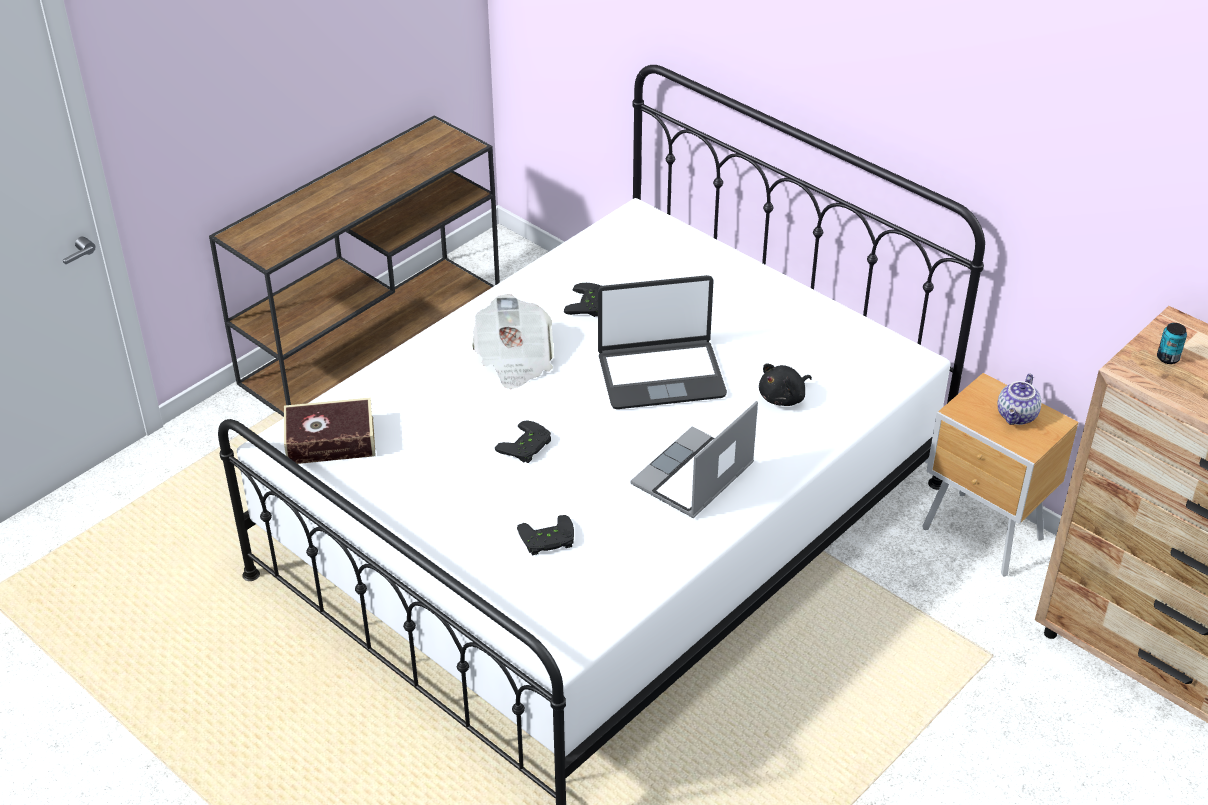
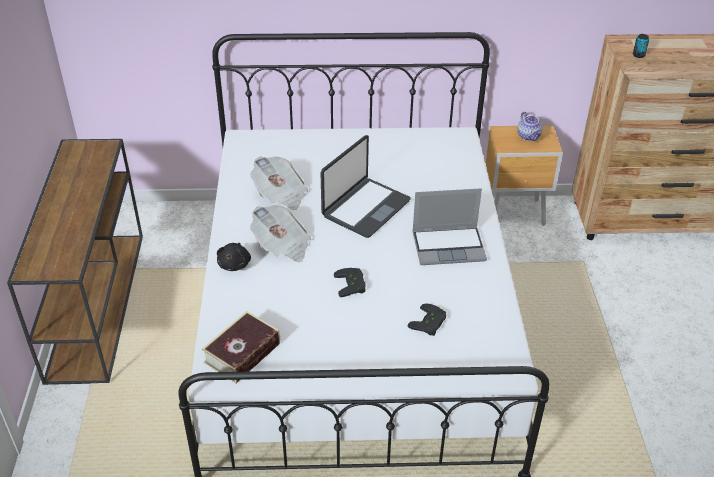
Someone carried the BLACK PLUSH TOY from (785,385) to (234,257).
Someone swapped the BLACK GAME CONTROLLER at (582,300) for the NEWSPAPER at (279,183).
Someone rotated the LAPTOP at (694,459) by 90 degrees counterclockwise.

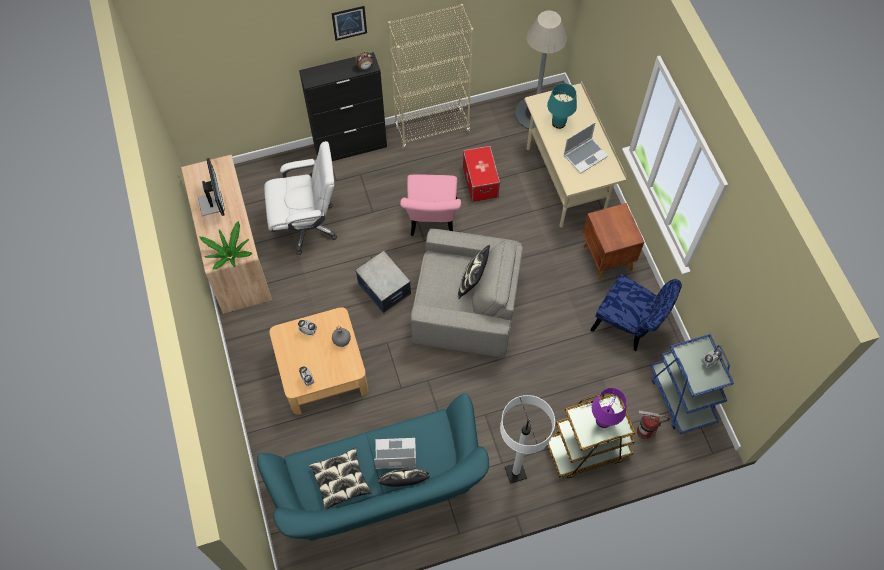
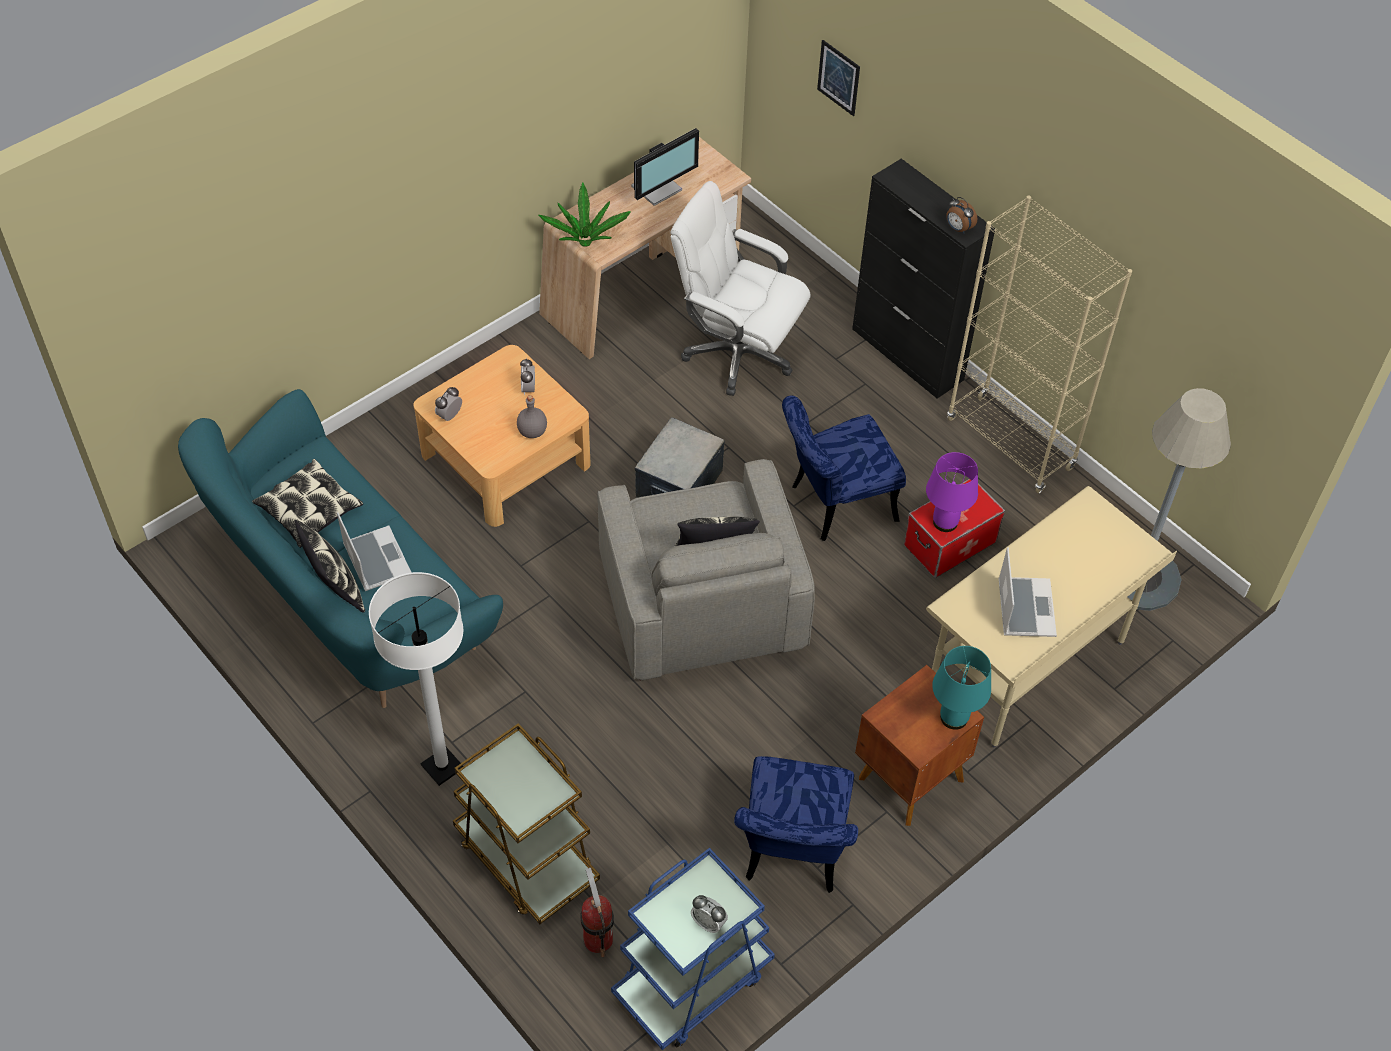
Someone carried the PICTURE from (349,23) to (838,78).
Someone carried the TURQUOISE TABLE LAMP from (562,106) to (961,688).
Someone carried the PURPLE TABLE LAMP from (609,408) to (952,492).
Someone repainted the PINK CHAIR at (430,205), which became the BLUE CHAIR at (844,468).
Someone rotated the WHITE OFFICE CHAIR at (300,198) by 150 degrees clockwise.
Someone rotated the LAPTOP at (586,148) by 120 degrees counterclockwise.

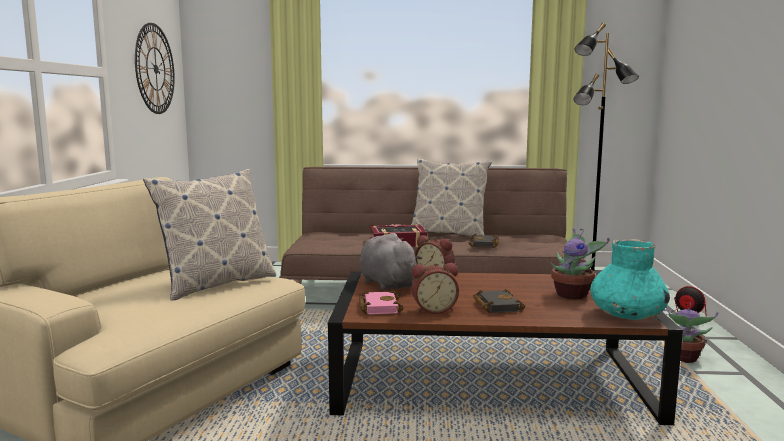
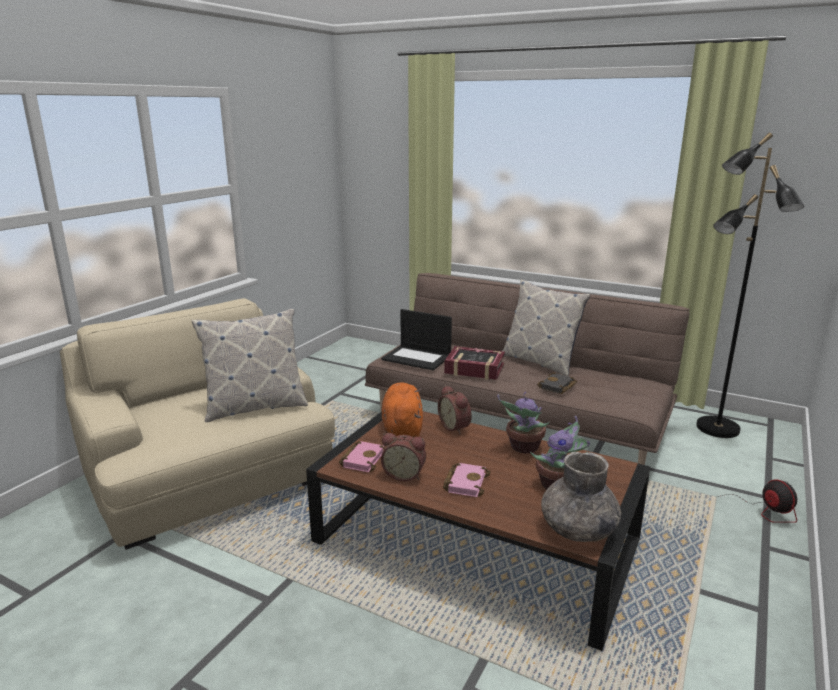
Someone took away the WALL CLOCK at (155,68).
Someone put down the LAPTOP at (416,339).
Someone carried the POTTED PLANT from (692,332) to (523,422).
Someone repainted the GREY PLUSH TOY at (390,261), which became the ORANGE PLUSH TOY at (402,409).
Someone repainted the BLACK BOOK at (499,301), which became the PINK BOOK at (467,480).
Someone repainted the TURQUOISE VASE at (630,279), which became the GREY VASE at (581,497).

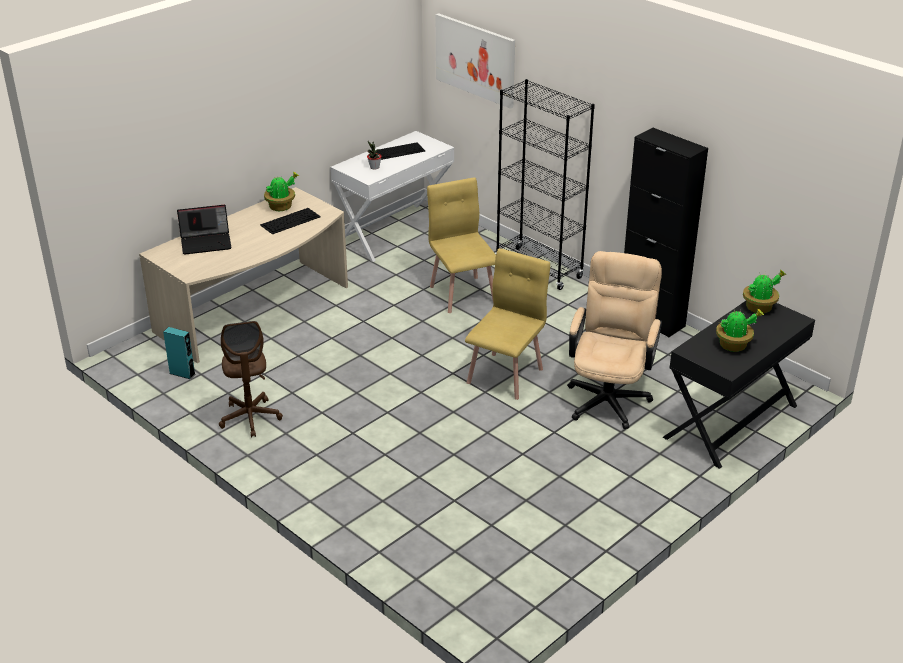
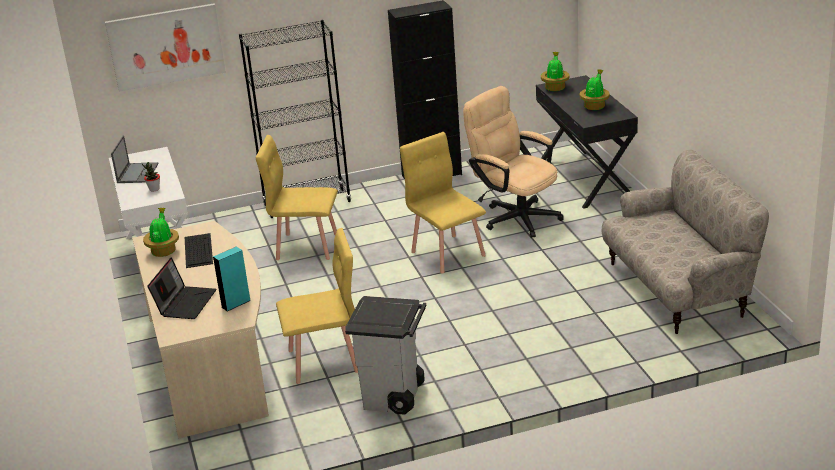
Someone put down the YELLOW CHAIR at (317,306).
Someone put down the BEIGE SOFA at (685,242).
Someone carried the TURQUOISE SPEAKER from (179,353) to (232,279).
Someone swapped the BROWN OFFICE CHAIR at (251,379) for the GREY TRASH CAN at (385,355).
Someone swapped the KEYBOARD at (401,151) for the LAPTOP at (135,159).

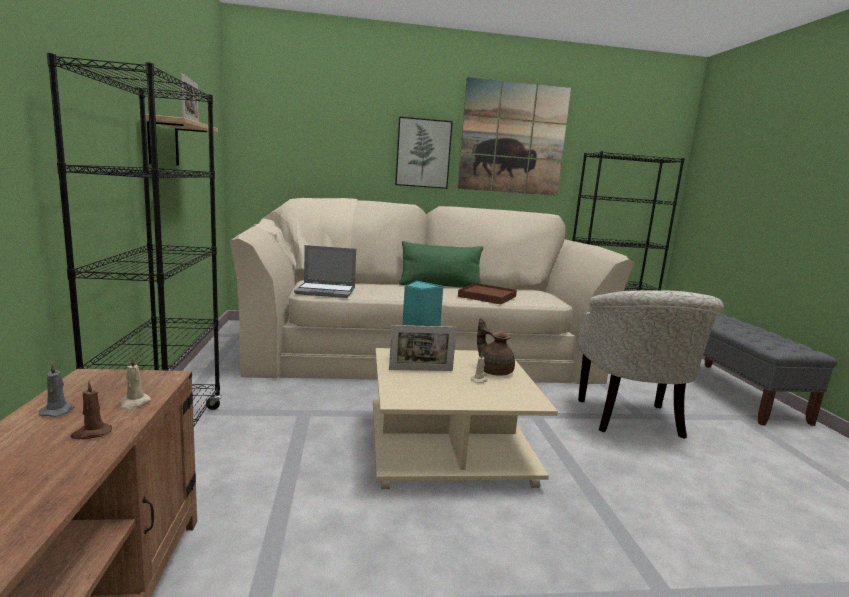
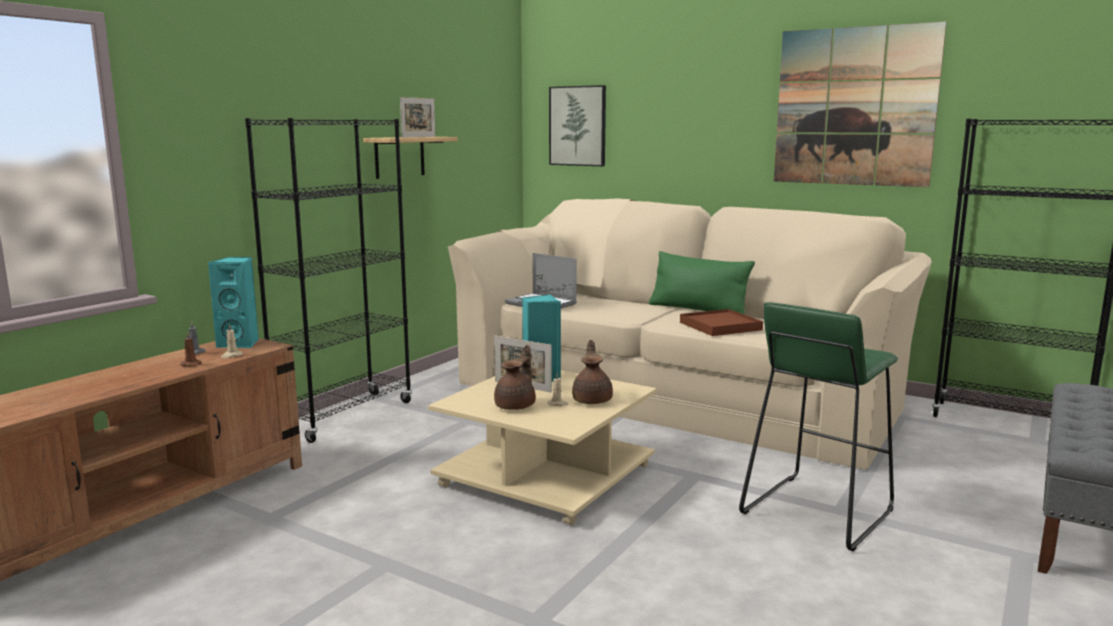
Someone put down the TURQUOISE SPEAKER at (233,302).
Someone put down the BROWN TEAPOT at (515,377).
Someone carried the PICTURE from (424,152) to (577,125).
Someone swapped the BEIGE ARMCHAIR at (651,364) for the GREEN STOOL at (818,426).

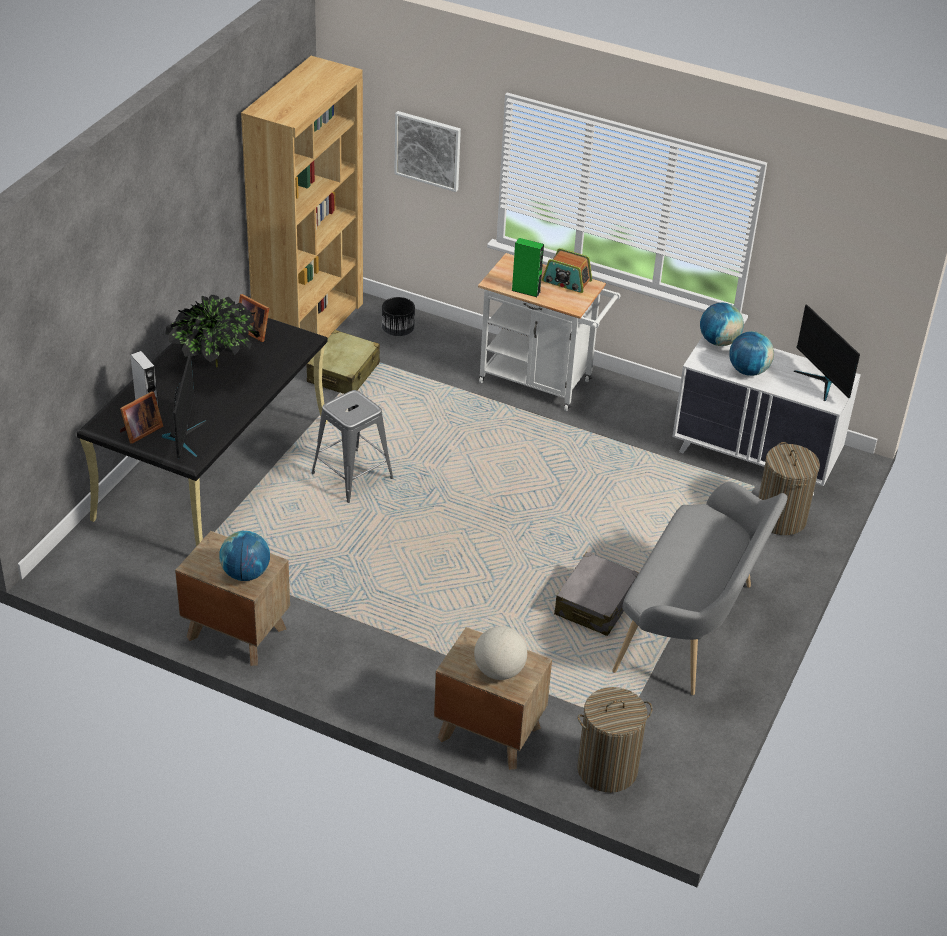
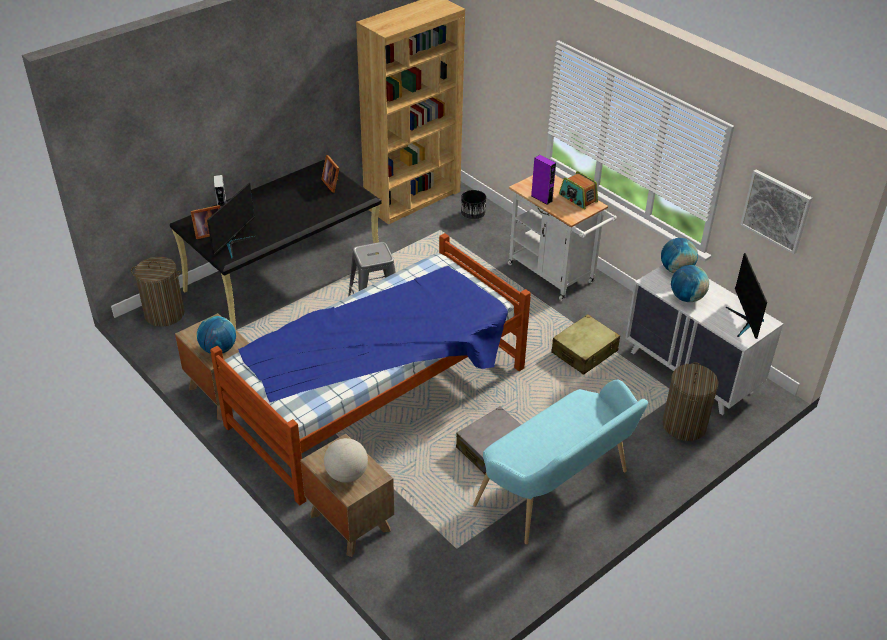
Someone took away the POTTED PLANT at (212,331).
Someone put down the BED at (370,369).
Someone carried the BEIGE SUITCASE from (343,362) to (585,344).
Someone carried the PICTURE from (427,151) to (776,211).
Someone carried the LAUNDRY BASKET from (615,740) to (158,292).
Someone repainted the GREEN SPEAKER at (527,267), which became the PURPLE SPEAKER at (543,180).
Someone repainted the GREY BENCH at (699,588), which became the TURQUOISE BENCH at (560,462).

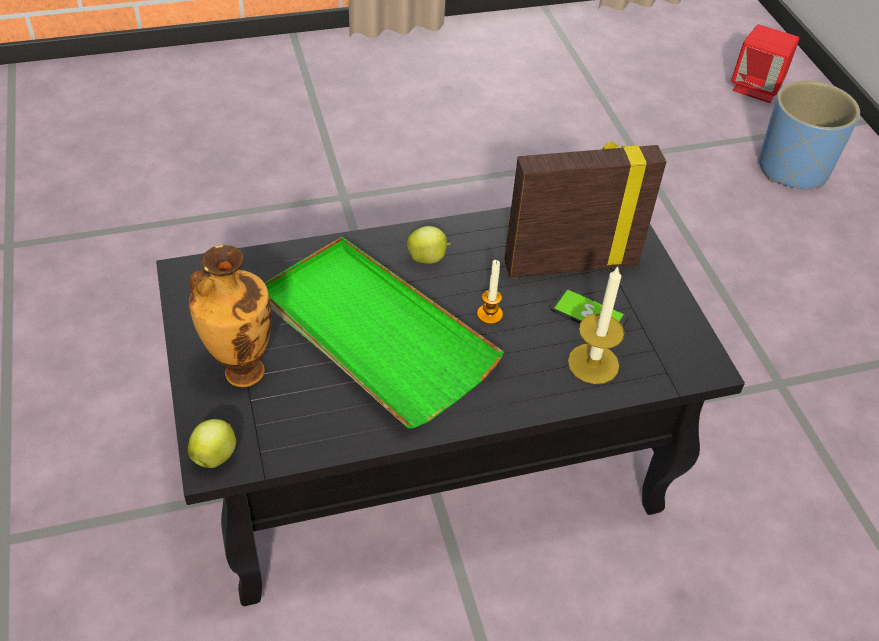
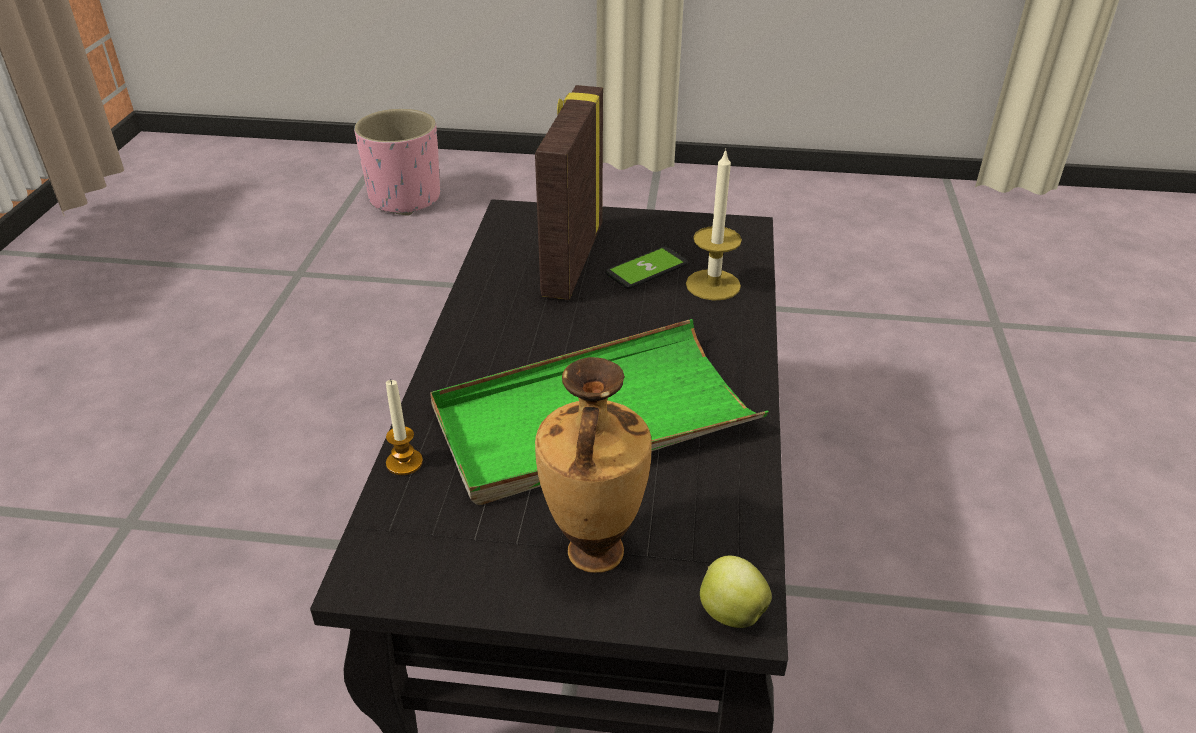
Someone took away the APPLE at (429,245).
Someone took away the RED SPEAKER at (765,63).
Someone carried the CANDLE from (490,292) to (404,427).
Someone repainted the BLUE PLANTER at (809,134), which became the PINK PLANTER at (397,162).

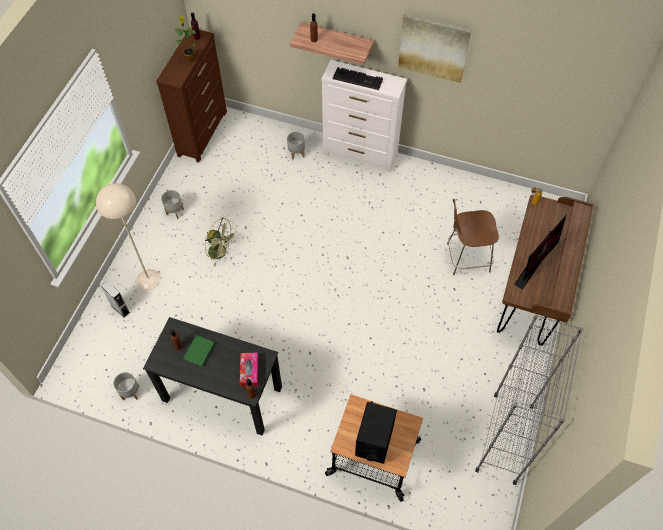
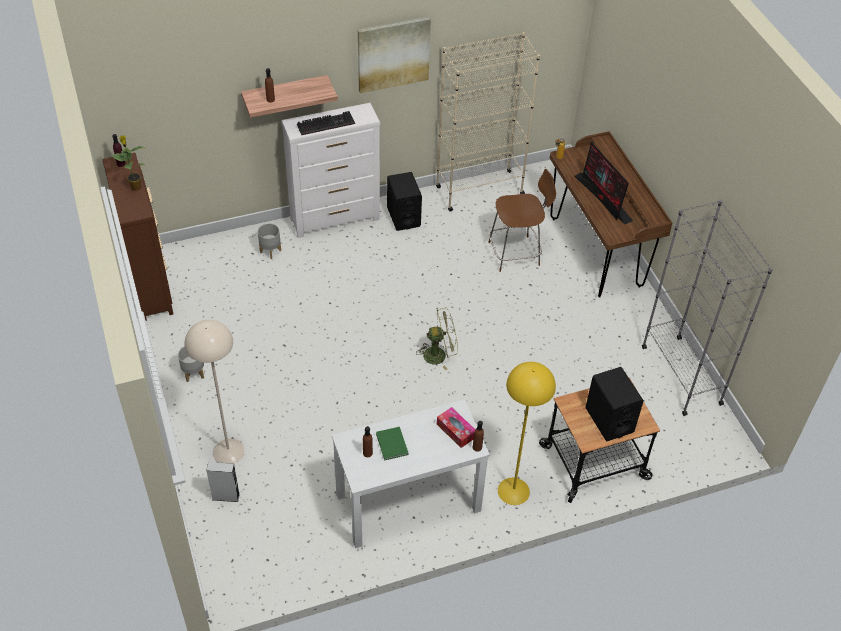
Someone took away the GREY PLANTER at (126,386).
Someone put down the BLACK SPEAKER at (404,201).
Someone put down the BEIGE BOOKCASE at (488,122).
Someone put down the YELLOW FLOOR LAMP at (527,433).
Someone carried the GREEN FAN from (221,242) to (437,338).
Someone repainted the BLACK DESK at (212,376), which became the WHITE DESK at (411,473).
Someone rotated the BROWN CHAIR at (473,237) by 150 degrees counterclockwise.
Someone rotated the MONITOR at (540,252) by 150 degrees clockwise.

